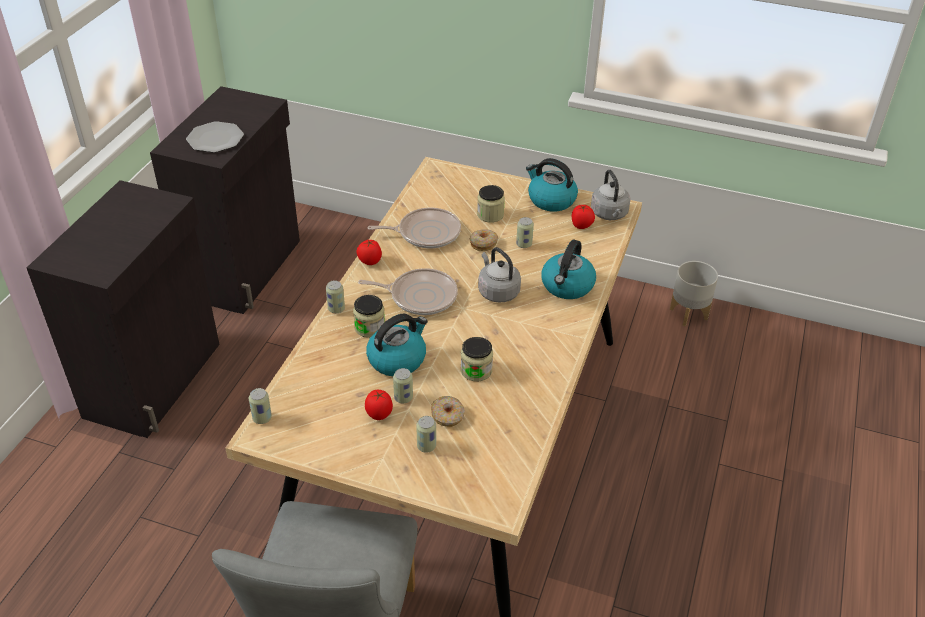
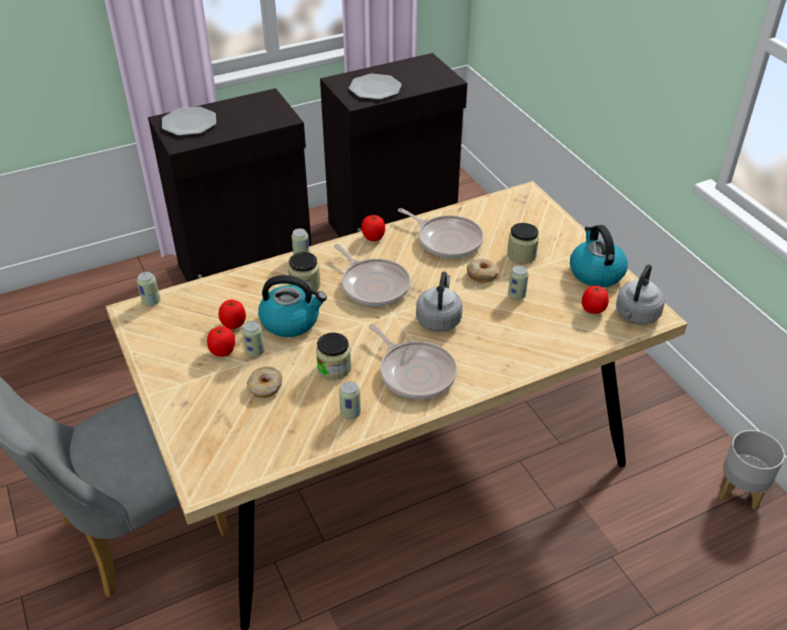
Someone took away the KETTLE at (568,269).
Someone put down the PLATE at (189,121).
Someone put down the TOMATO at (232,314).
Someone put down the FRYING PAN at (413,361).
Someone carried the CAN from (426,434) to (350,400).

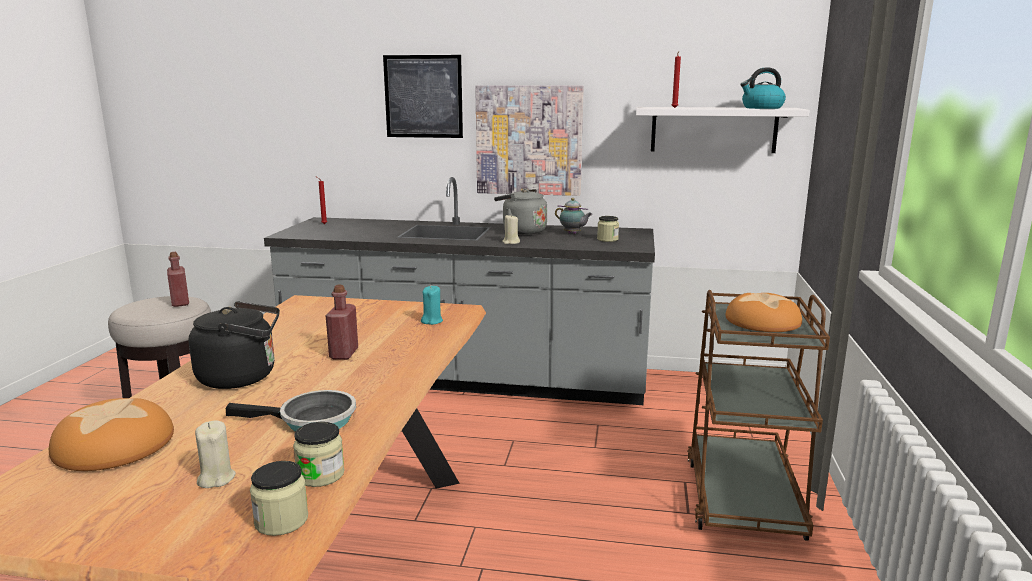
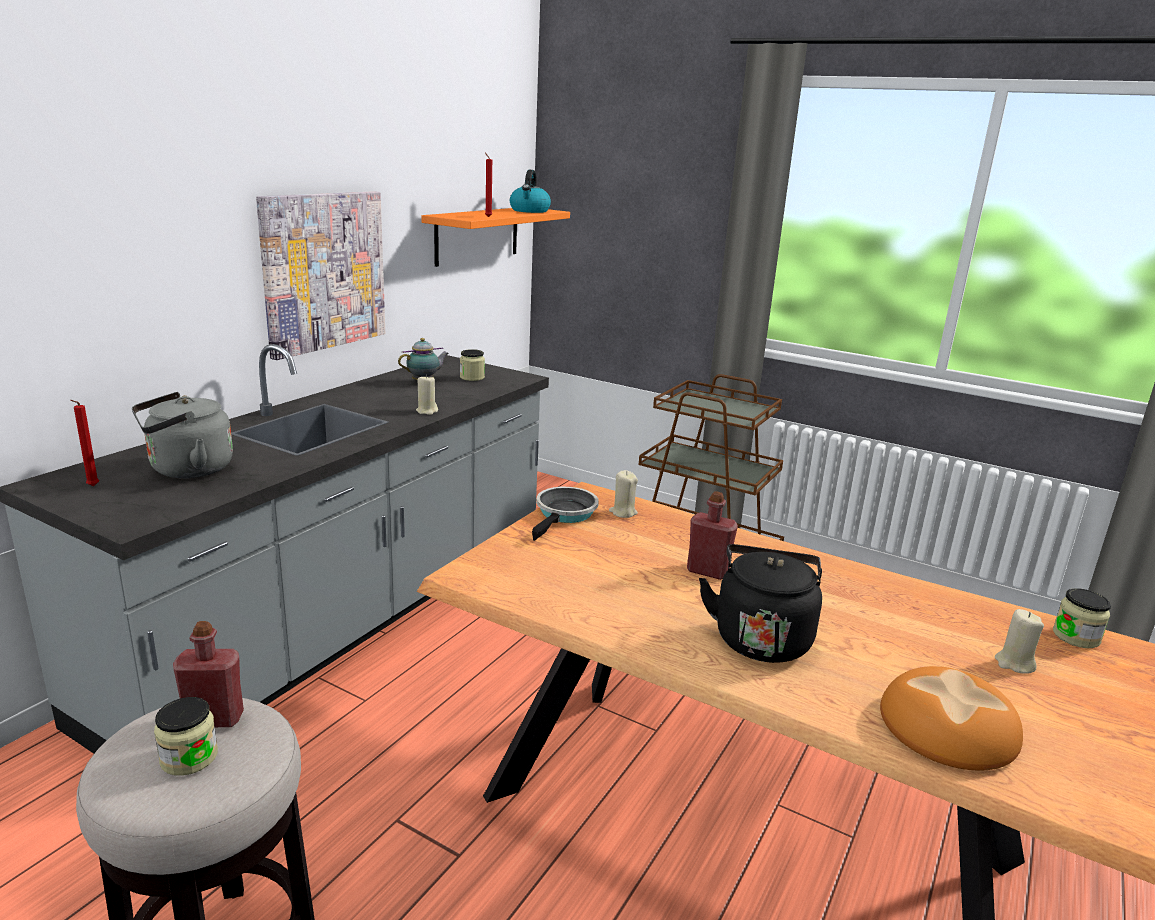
Someone took away the PICTURE at (423,96).
Someone took away the BREAD at (764,312).
Someone carried the FRYING PAN from (291,411) to (565,514).
Someone carried the JAR from (318,454) to (186,736).
Someone carried the GREY KETTLE from (520,211) to (182,435).
Someone repainted the TURQUOISE CANDLE at (432,305), which became the BEIGE CANDLE at (623,494).
Someone repainted the WHITE SHELF at (722,130), which became the ORANGE SHELF at (495,237).

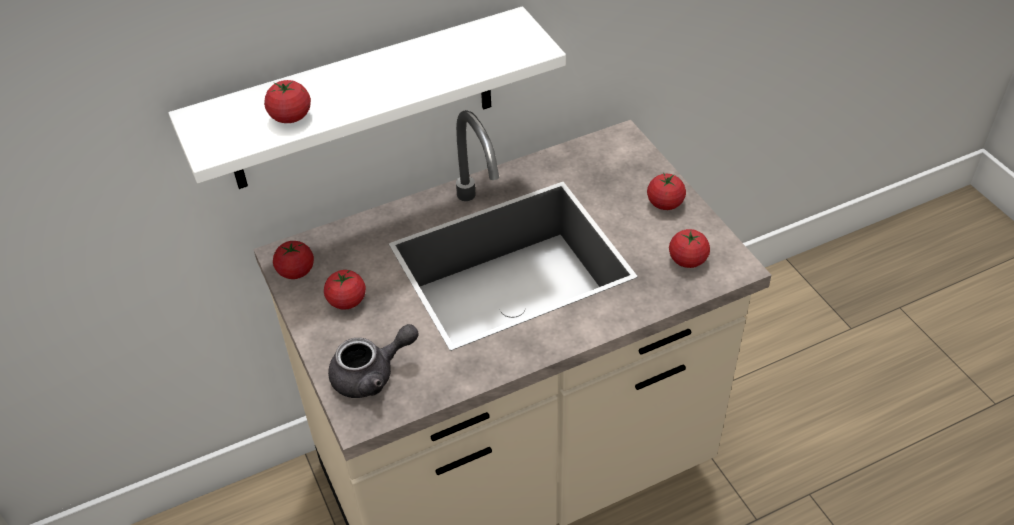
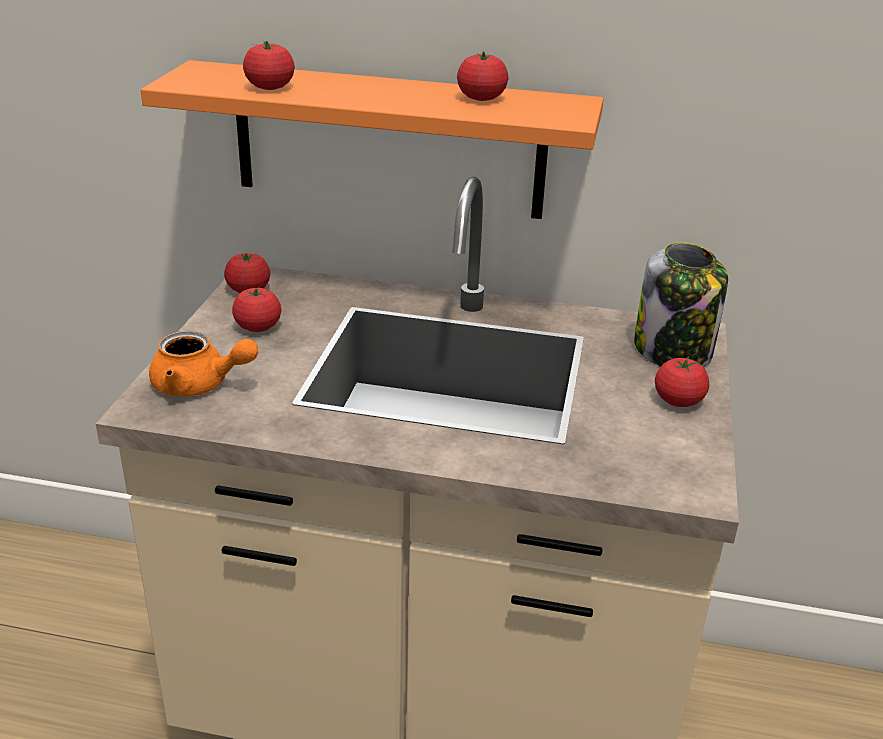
Someone put down the JAR at (681,305).
Someone carried the TOMATO from (689,248) to (482,76).
Someone repainted the WHITE SHELF at (367,97), which became the ORANGE SHELF at (372,139).
Someone repainted the GREY TEAPOT at (373,361), which became the ORANGE TEAPOT at (203,363).

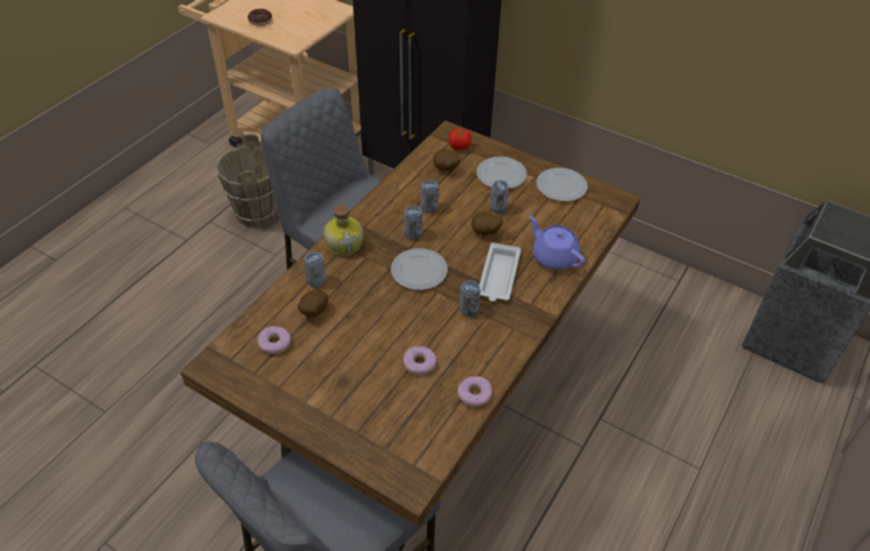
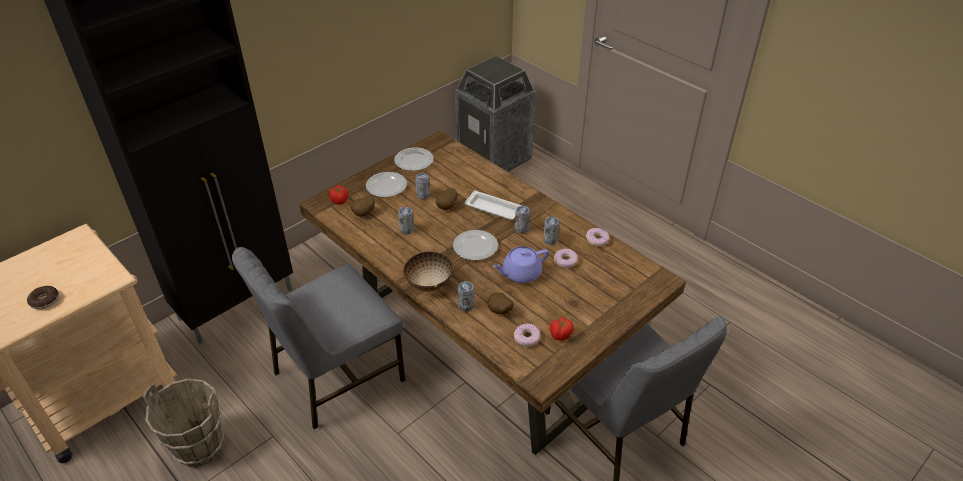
Someone put down the TOMATO at (561,329).
Someone carried the CAN from (413,223) to (551,231).
Someone carried the PURPLE TEAPOT from (557,243) to (521,264).
Someone swapped the BOTTLE at (343,230) for the BOWL at (428,272).

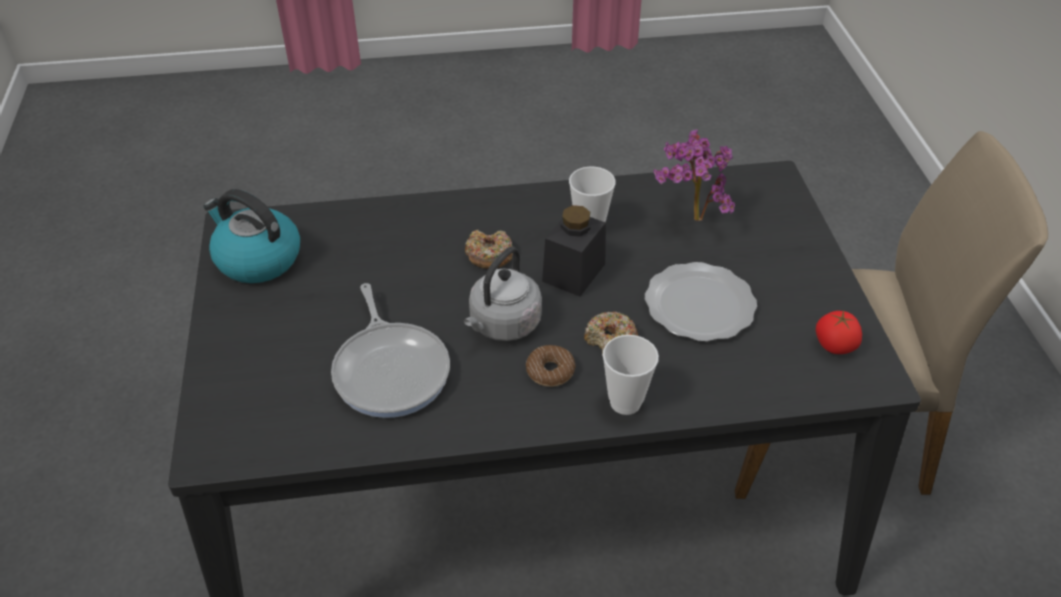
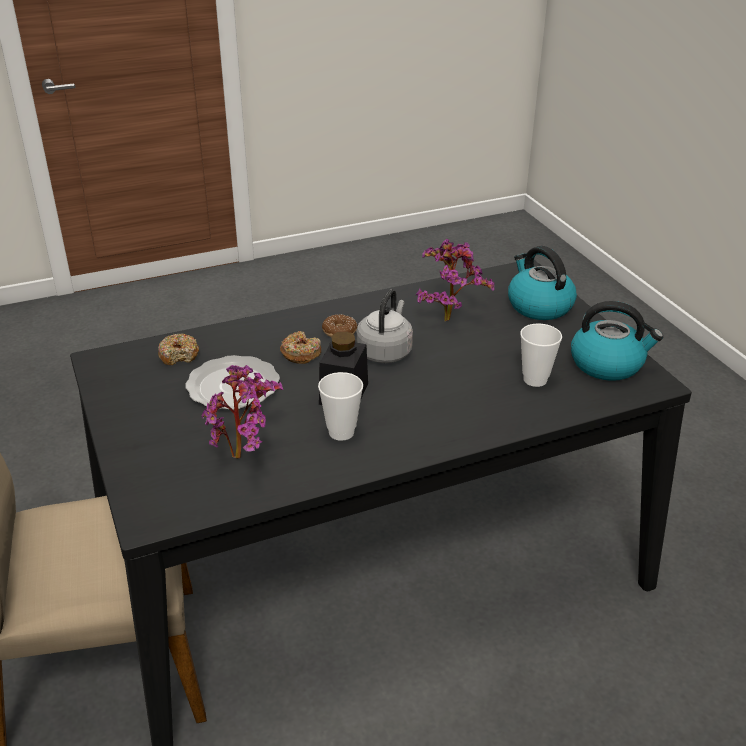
Someone took away the TOMATO at (839,332).
Someone put down the KETTLE at (542,283).
Someone carried the DONUT from (489,249) to (178,349).
Someone carried the CUP from (631,375) to (541,355).
Someone swapped the FRYING PAN at (390,350) for the POTTED PLANT at (455,280).

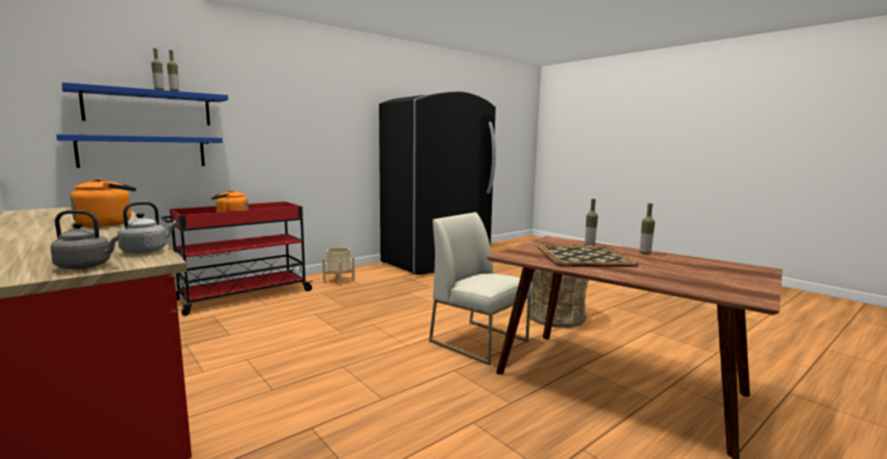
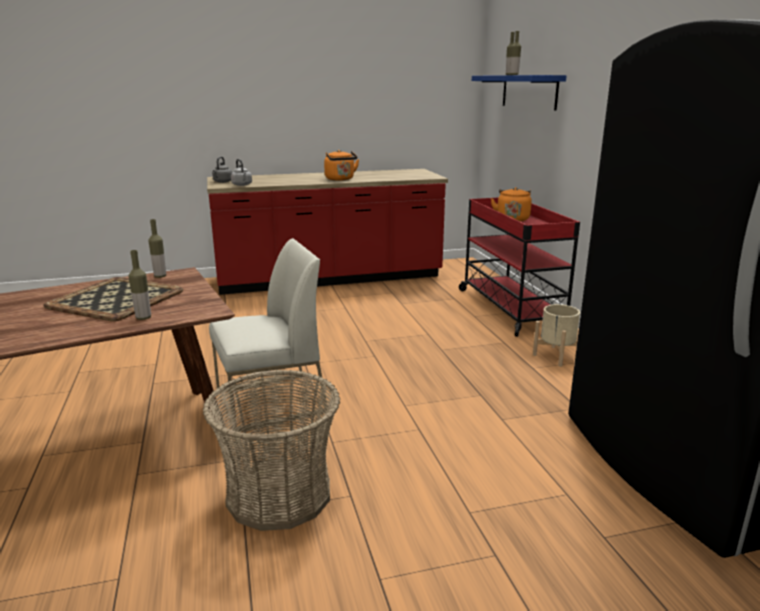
Someone took away the BLUE SHELF at (139,151).
Someone carried the BOTTLE from (647,228) to (157,248).

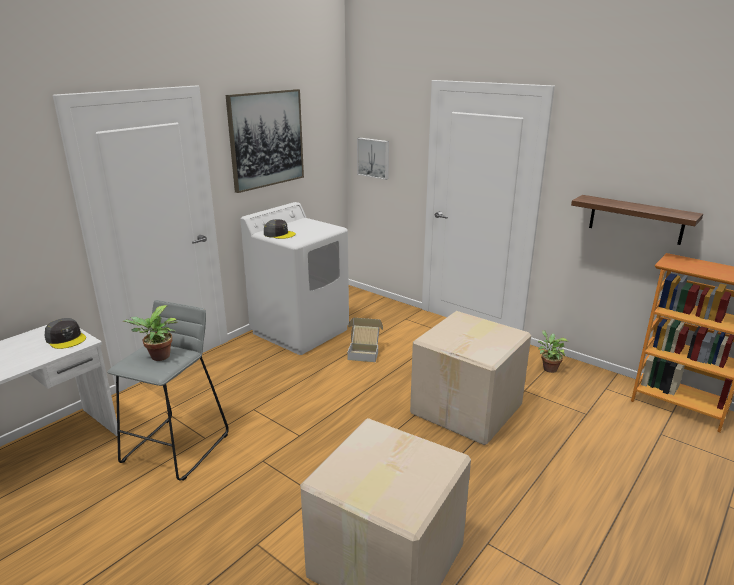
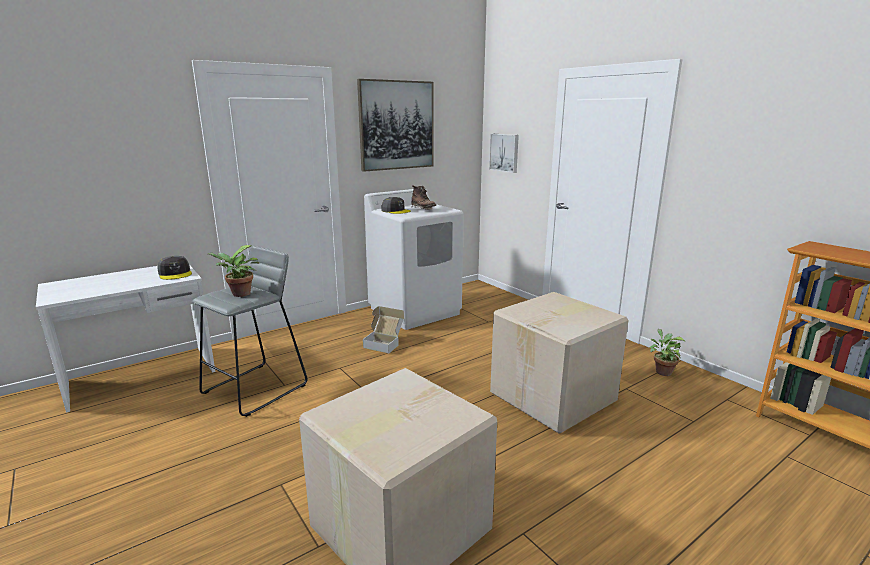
Someone took away the SHELF at (637,220).
Someone put down the BROWN BOOT at (423,197).
Someone carried the CARDBOARD BOX from (365,340) to (384,329).

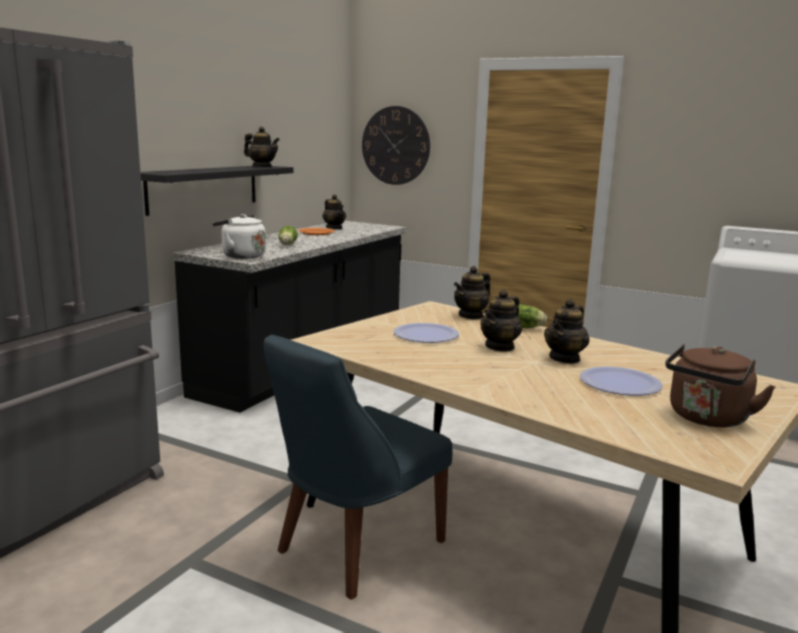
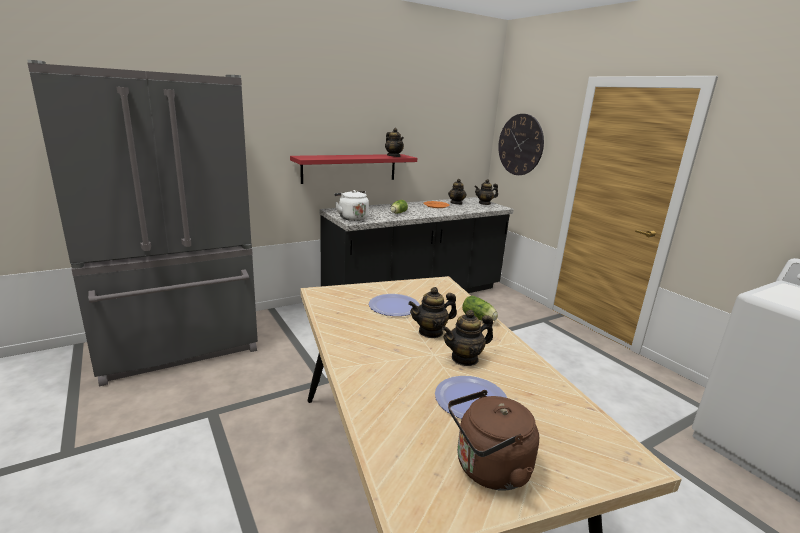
Someone took away the BLUE CHAIR at (358,467).
Someone carried the TEAPOT from (472,292) to (486,192).
Someone repainted the BLACK SHELF at (216,191), which became the RED SHELF at (353,169).

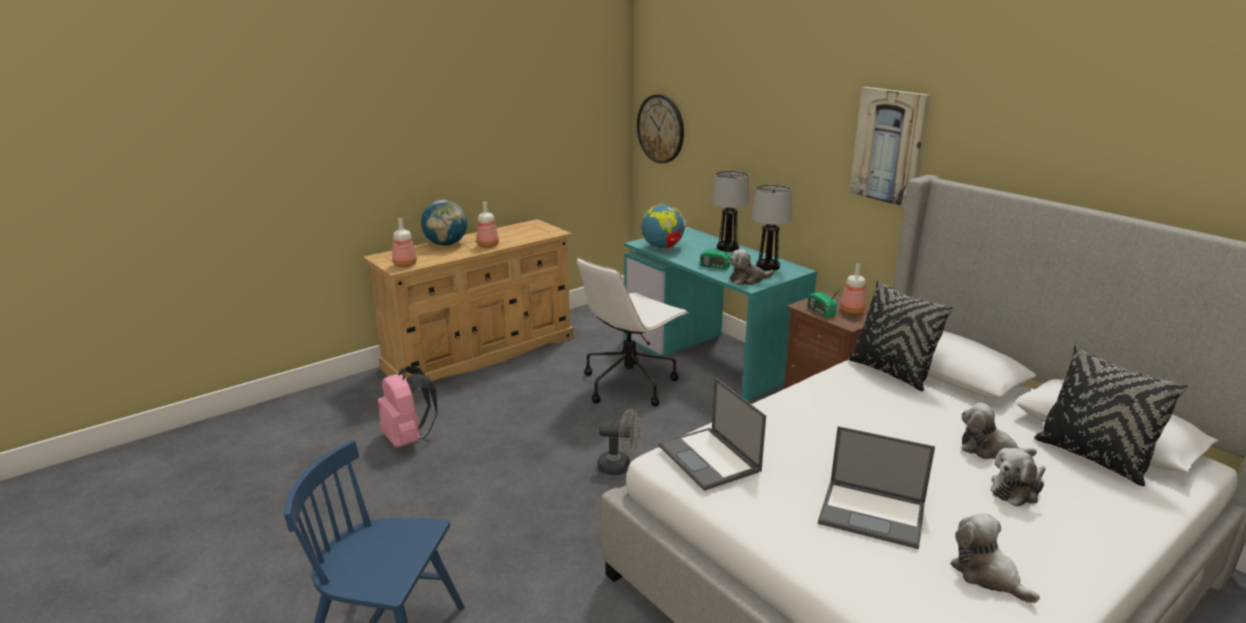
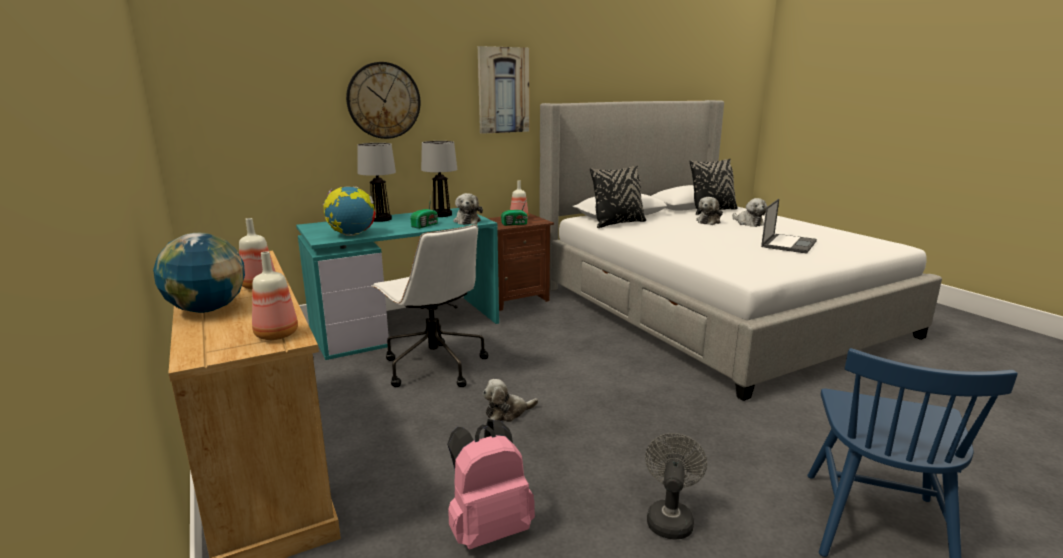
Someone took away the LAPTOP at (712,434).
Someone carried the GREY FAN from (619,442) to (676,486).
Someone carried the WALL CLOCK from (660,128) to (383,100).
Someone carried the PLUSH TOY from (995,558) to (510,400).

